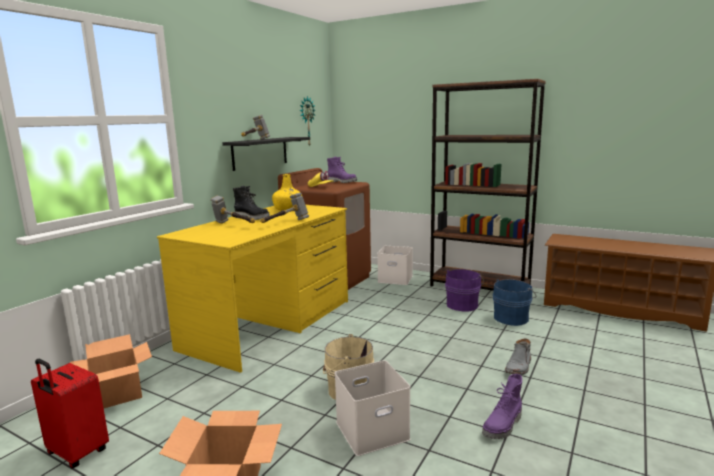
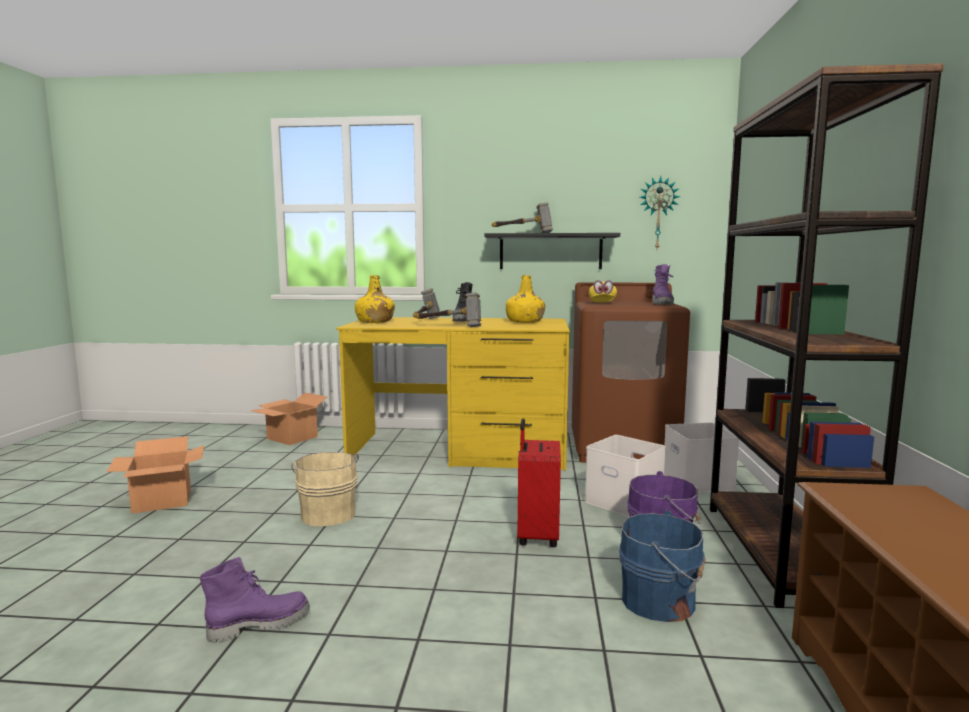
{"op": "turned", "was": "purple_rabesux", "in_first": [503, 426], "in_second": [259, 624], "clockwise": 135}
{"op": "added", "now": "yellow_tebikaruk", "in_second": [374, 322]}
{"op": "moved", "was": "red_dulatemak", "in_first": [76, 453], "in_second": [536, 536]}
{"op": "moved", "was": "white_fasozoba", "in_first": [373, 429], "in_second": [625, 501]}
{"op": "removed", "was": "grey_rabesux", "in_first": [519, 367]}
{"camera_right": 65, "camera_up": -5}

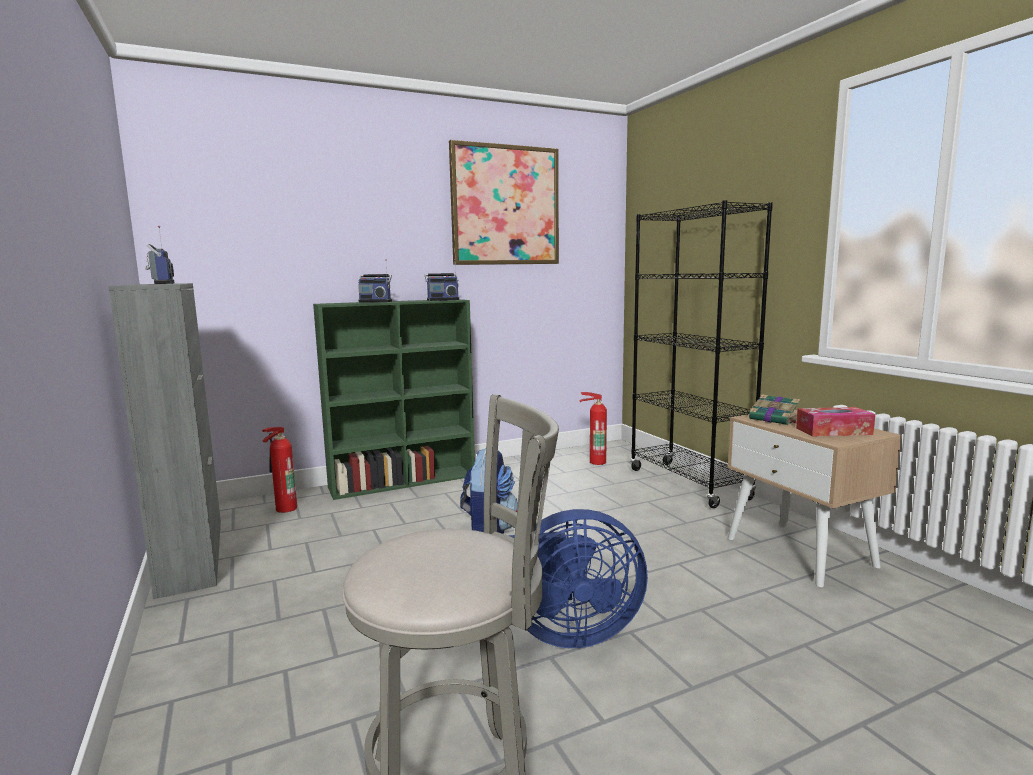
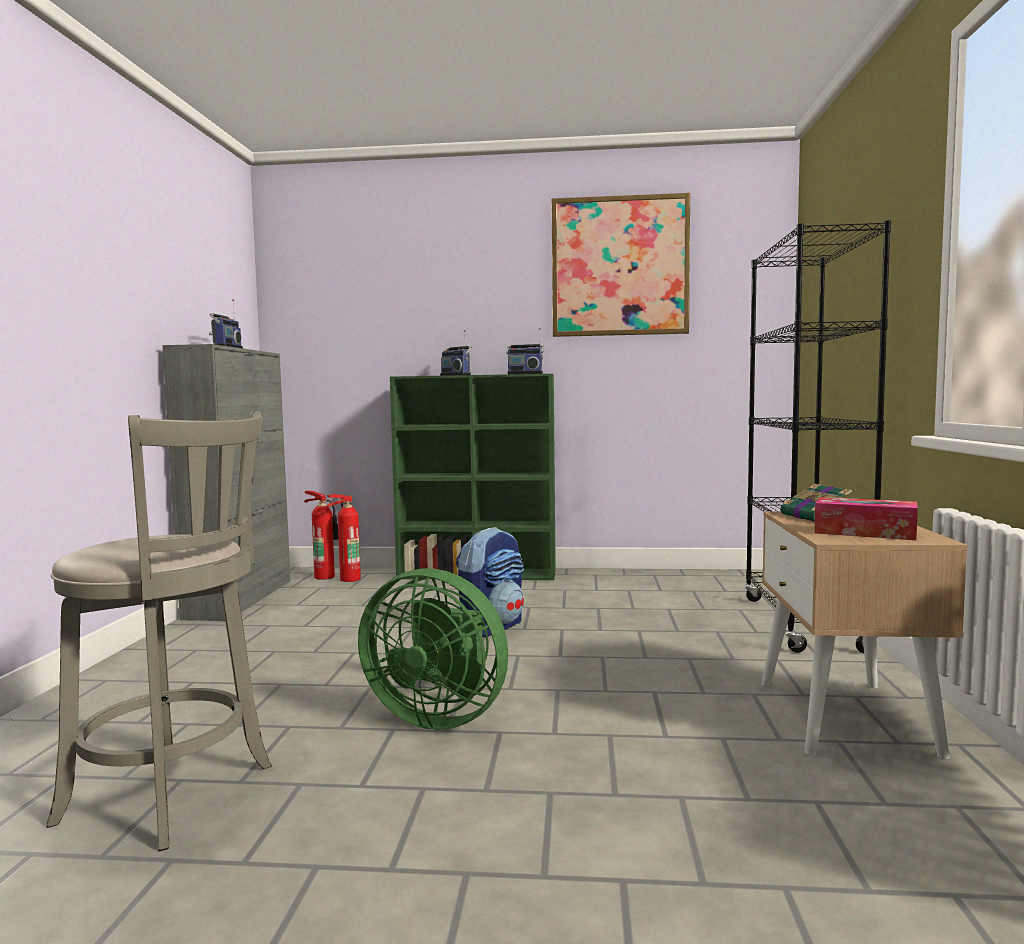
{"op": "moved", "was": "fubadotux", "in_first": [596, 461], "in_second": [324, 576]}
{"op": "recoloured", "was": "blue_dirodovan", "now": "green_dirodovan", "in_first": [567, 632], "in_second": [438, 716]}
{"camera_right": 30, "camera_up": -5}

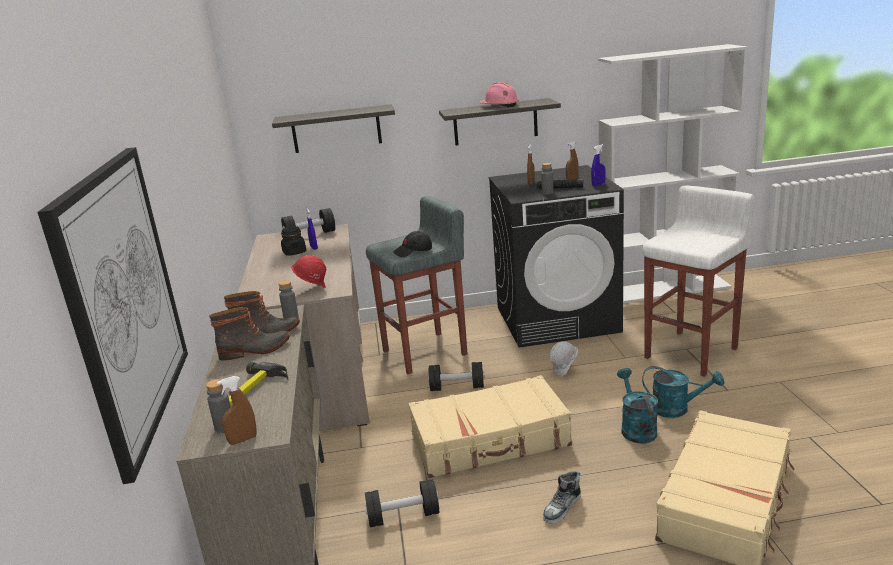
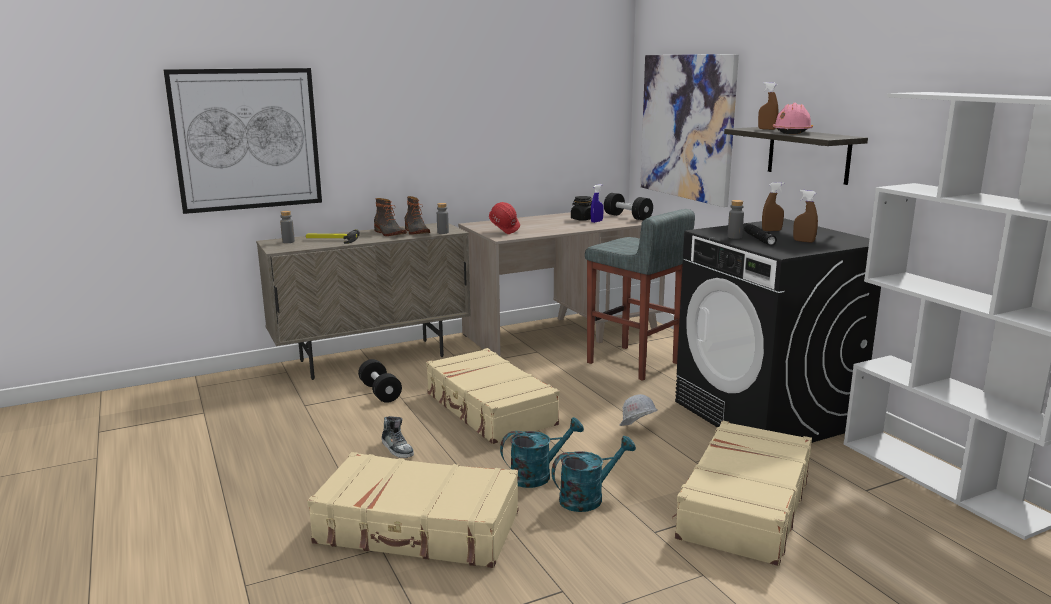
{"op": "turned", "was": "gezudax", "in_first": [562, 508], "in_second": [397, 448], "clockwise": -150}
{"op": "turned", "was": "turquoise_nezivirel", "in_first": [677, 409], "in_second": [588, 498], "clockwise": -120}
{"op": "replaced", "was": "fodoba", "now": "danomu", "in_first": [336, 129], "in_second": [687, 127]}
{"op": "replaced", "was": "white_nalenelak", "now": "beige_dulatemak", "in_first": [692, 352], "in_second": [743, 506]}
{"op": "moved", "was": "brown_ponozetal", "in_first": [243, 440], "in_second": [767, 129]}
{"op": "removed", "was": "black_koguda", "in_first": [413, 251]}
{"op": "removed", "was": "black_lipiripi", "in_first": [457, 387]}
{"op": "removed", "was": "blue_ponozetal", "in_first": [598, 185]}
{"camera_right": 70, "camera_up": -5}

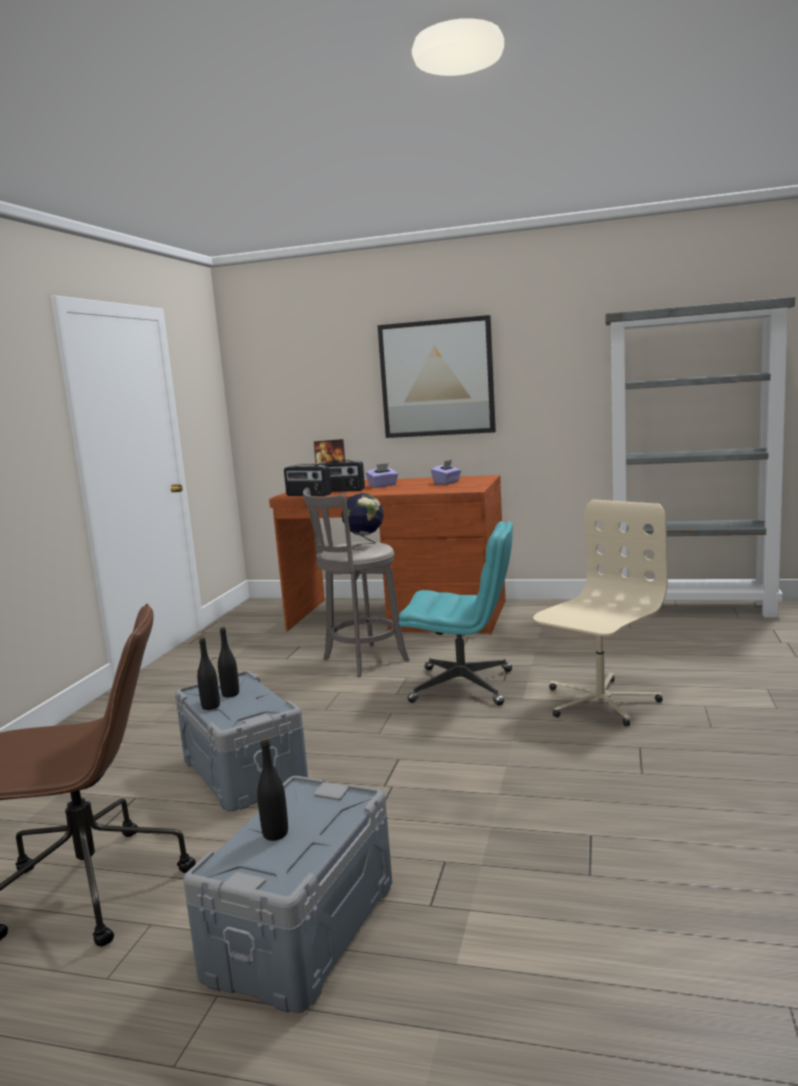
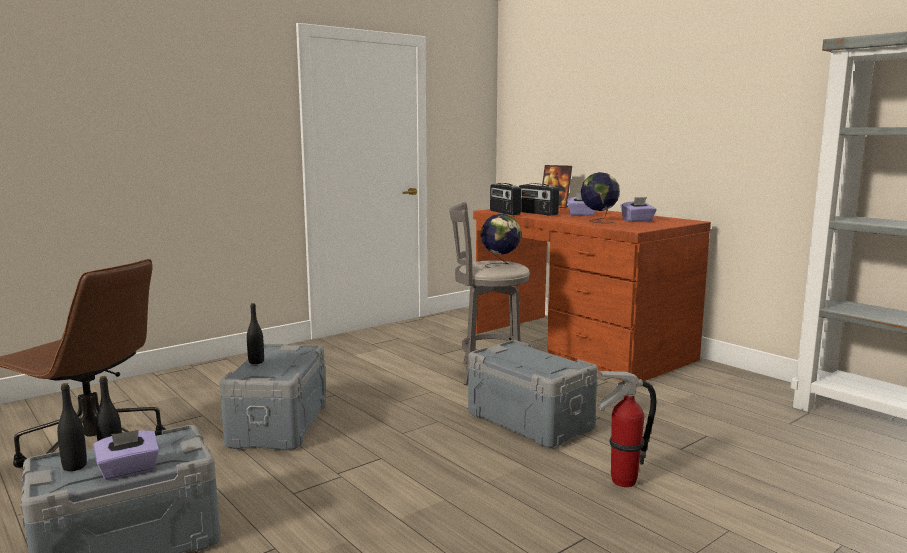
{"op": "moved", "was": "black_tebikaruk", "in_first": [230, 694], "in_second": [74, 466]}
{"op": "added", "now": "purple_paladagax", "in_second": [129, 470]}
{"op": "replaced", "was": "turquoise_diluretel", "now": "grey_fasozoba", "in_first": [464, 686], "in_second": [528, 421]}
{"op": "added", "now": "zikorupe", "in_second": [598, 221]}
{"op": "replaced", "was": "beige_diluretel", "now": "fubadotux", "in_first": [599, 702], "in_second": [622, 481]}
{"op": "removed", "was": "danomu", "in_first": [437, 378]}
{"camera_right": 35, "camera_up": 0}

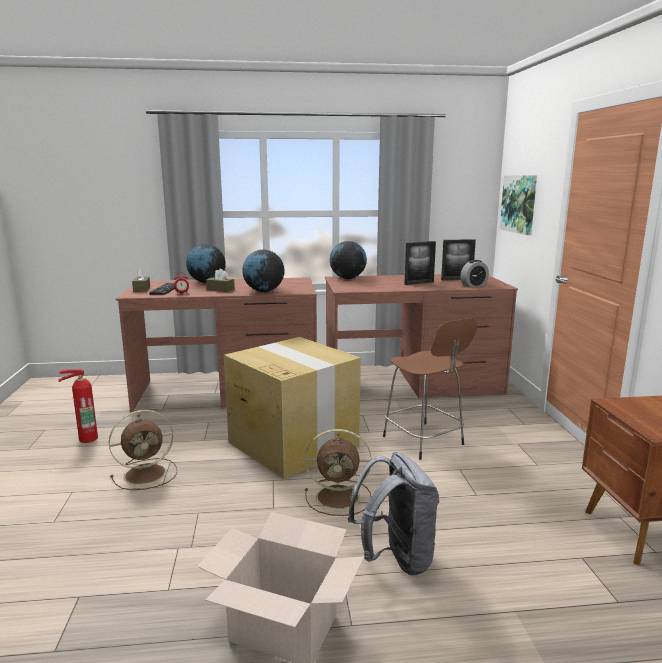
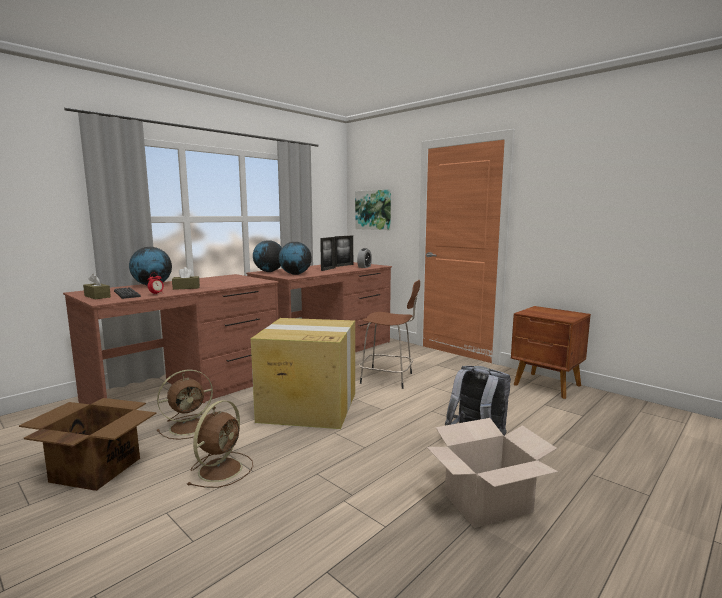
{"op": "replaced", "was": "fubadotux", "now": "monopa", "in_first": [86, 438], "in_second": [95, 469]}
{"op": "moved", "was": "brown_dirodovan", "in_first": [340, 497], "in_second": [190, 426]}
{"op": "moved", "was": "zikorupe", "in_first": [263, 291], "in_second": [295, 274]}
{"camera_right": -40, "camera_up": -5}

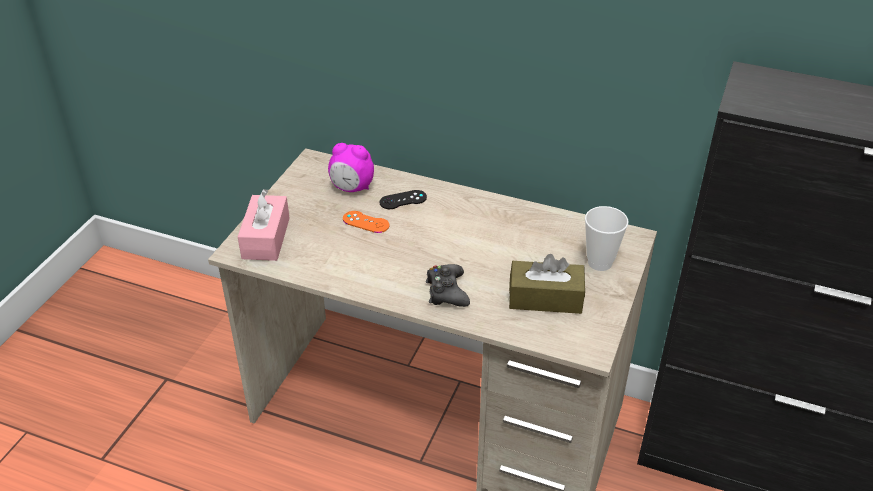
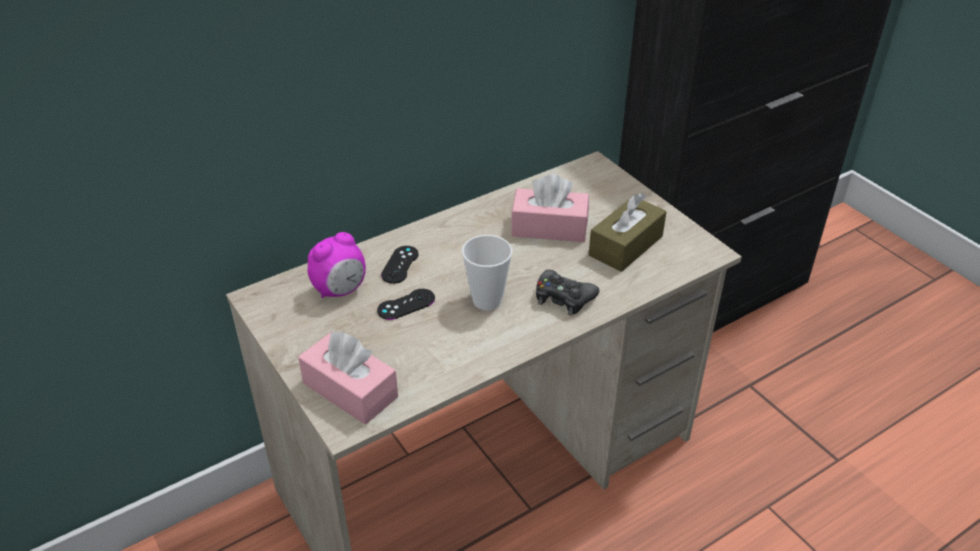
{"op": "recoloured", "was": "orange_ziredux", "now": "black_ziredux", "in_first": [366, 222], "in_second": [406, 304]}
{"op": "moved", "was": "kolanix", "in_first": [600, 262], "in_second": [487, 300]}
{"op": "added", "now": "pink_paladagax", "in_second": [549, 227]}
{"camera_right": -55, "camera_up": 0}

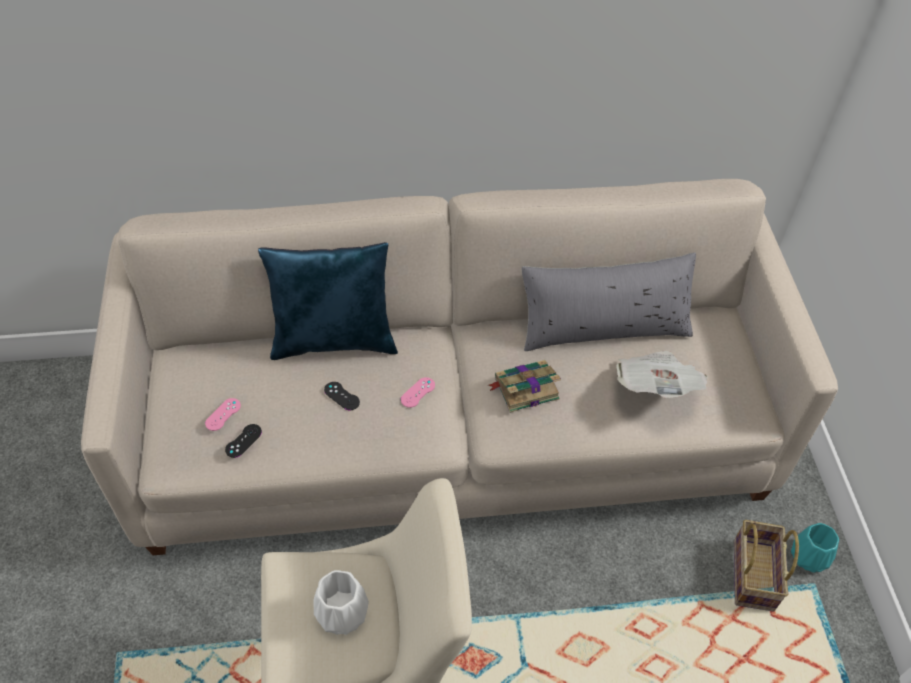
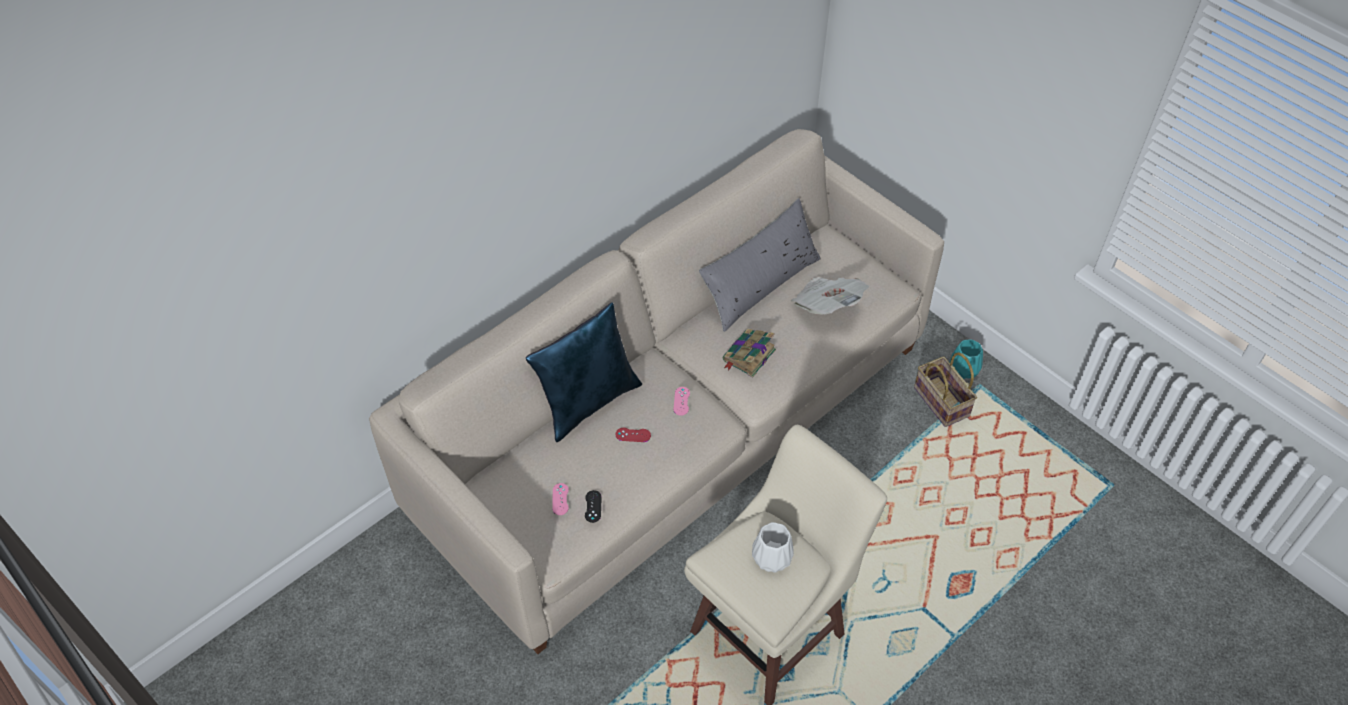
{"op": "recoloured", "was": "black_ziredux", "now": "red_ziredux", "in_first": [342, 396], "in_second": [633, 435]}
{"camera_right": -35, "camera_up": 0}

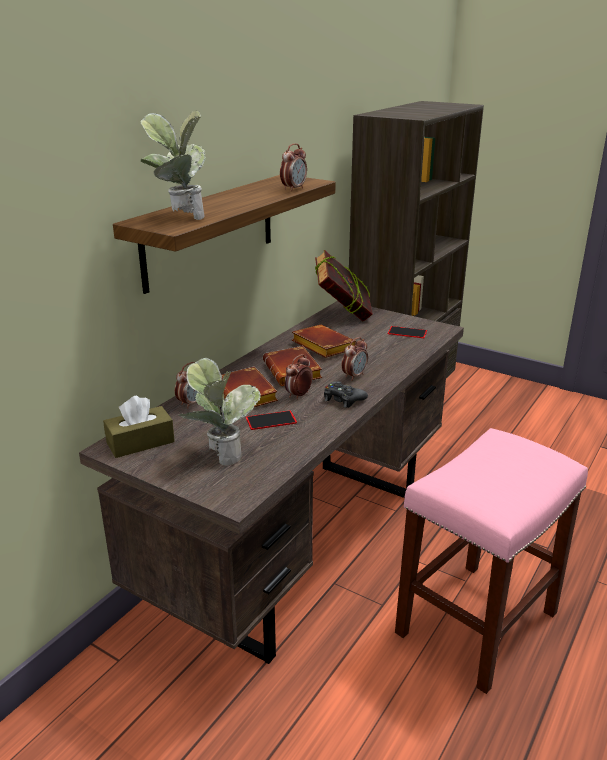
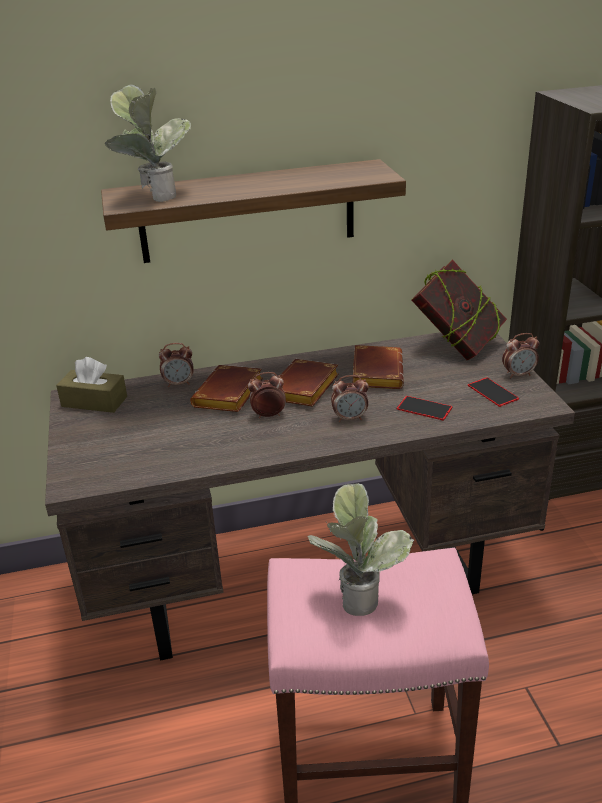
{"op": "moved", "was": "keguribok", "in_first": [220, 454], "in_second": [358, 594]}
{"op": "moved", "was": "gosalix", "in_first": [271, 420], "in_second": [424, 408]}
{"op": "moved", "was": "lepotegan", "in_first": [293, 189], "in_second": [518, 374]}
{"op": "removed", "was": "black_ziredux", "in_first": [343, 399]}
{"camera_right": 45, "camera_up": 5}

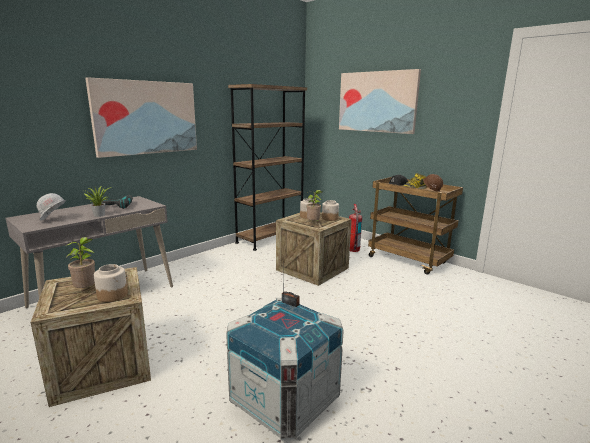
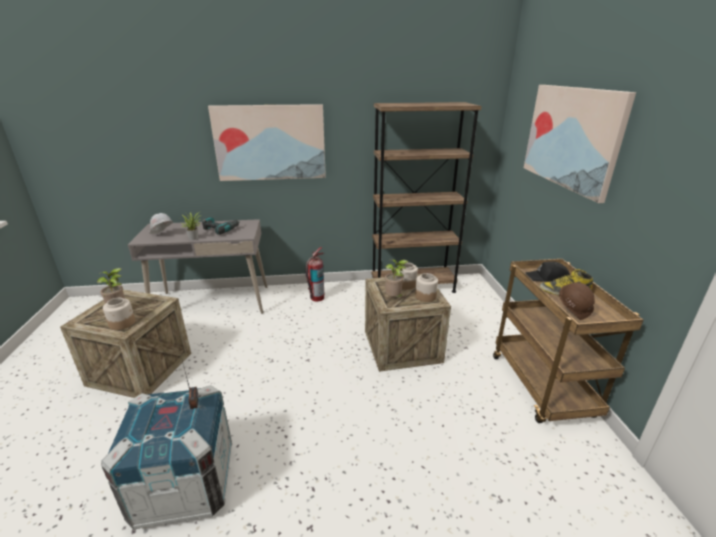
{"op": "moved", "was": "fubadotux", "in_first": [353, 249], "in_second": [316, 298]}
{"camera_right": 40, "camera_up": 10}

